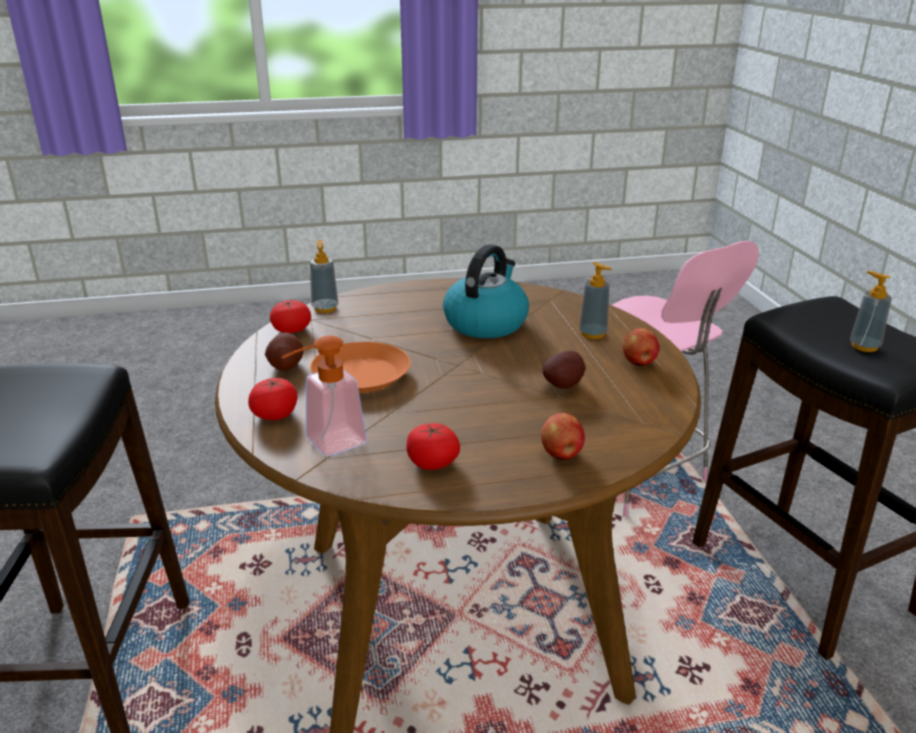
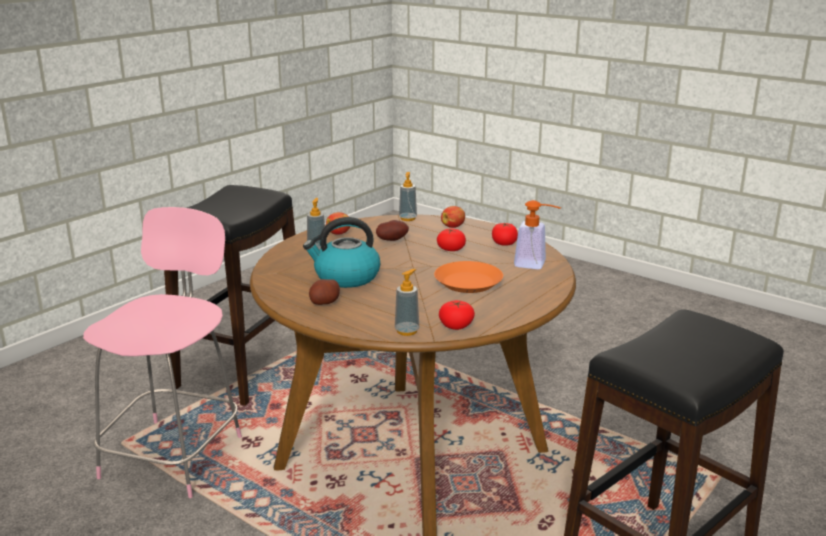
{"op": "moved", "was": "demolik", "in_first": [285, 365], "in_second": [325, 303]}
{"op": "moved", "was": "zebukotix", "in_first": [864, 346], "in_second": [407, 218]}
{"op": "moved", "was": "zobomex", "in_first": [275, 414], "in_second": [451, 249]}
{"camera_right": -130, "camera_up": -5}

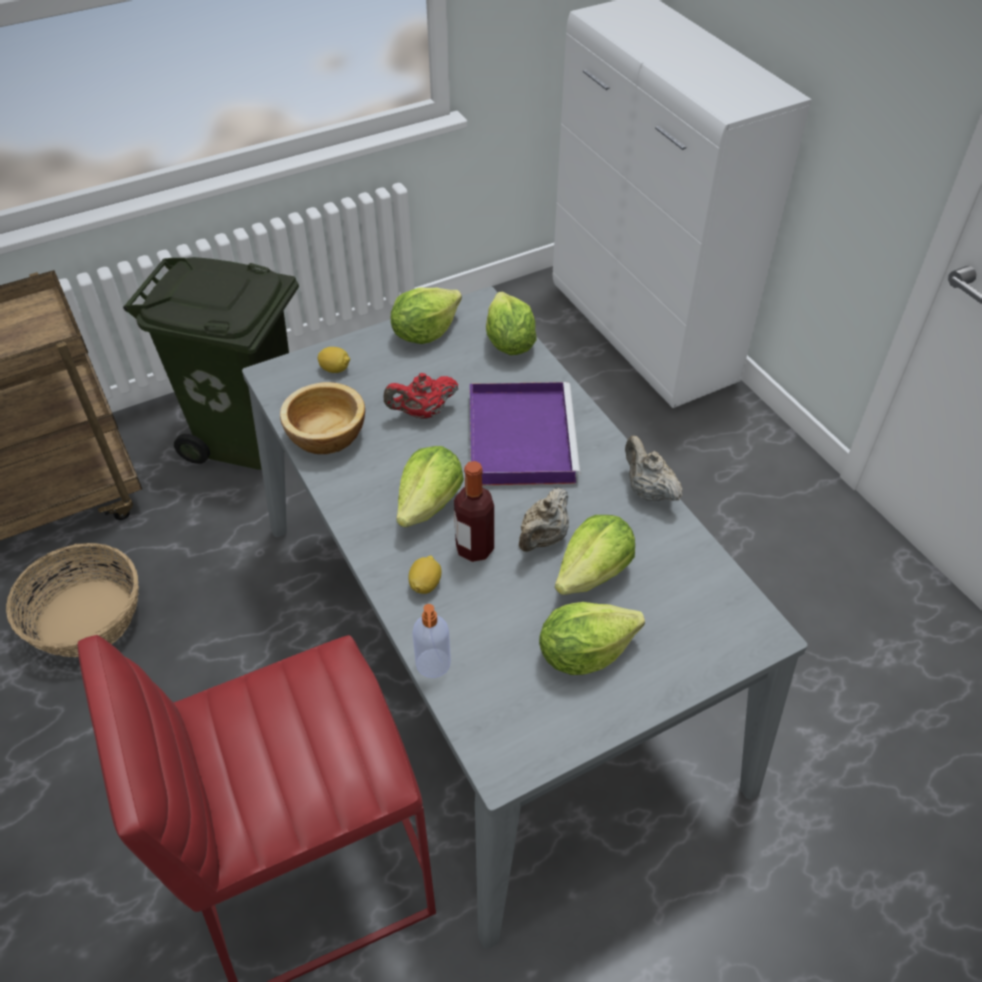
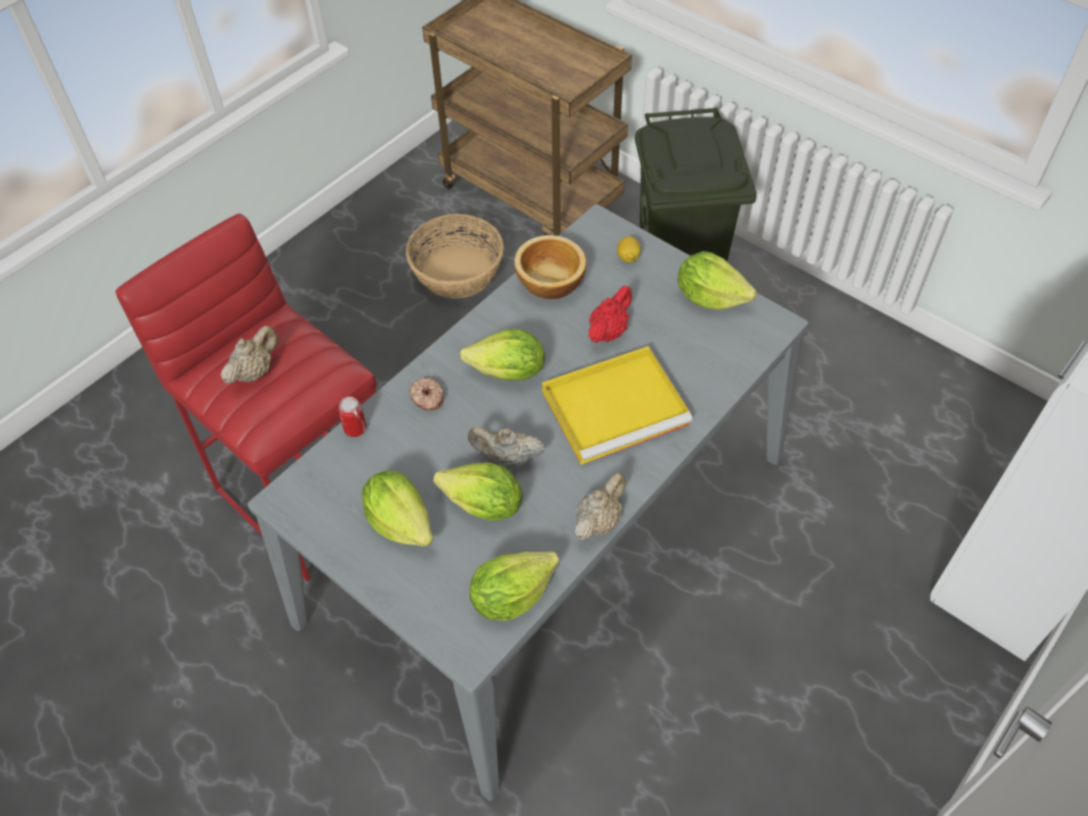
{"op": "added", "now": "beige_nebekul", "in_second": [255, 372]}
{"op": "replaced", "was": "zebukotix", "now": "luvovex", "in_first": [433, 664], "in_second": [355, 429]}
{"op": "replaced", "was": "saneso", "now": "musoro", "in_first": [425, 584], "in_second": [427, 398]}
{"op": "moved", "was": "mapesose", "in_first": [508, 343], "in_second": [511, 596]}
{"op": "recoloured", "was": "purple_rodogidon", "now": "yellow_rodogidon", "in_first": [519, 436], "in_second": [617, 406]}
{"op": "turned", "was": "red_nebekul", "in_first": [422, 413], "in_second": [608, 332], "clockwise": 75}
{"op": "removed", "was": "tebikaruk", "in_first": [474, 548]}
{"camera_right": 70, "camera_up": 5}

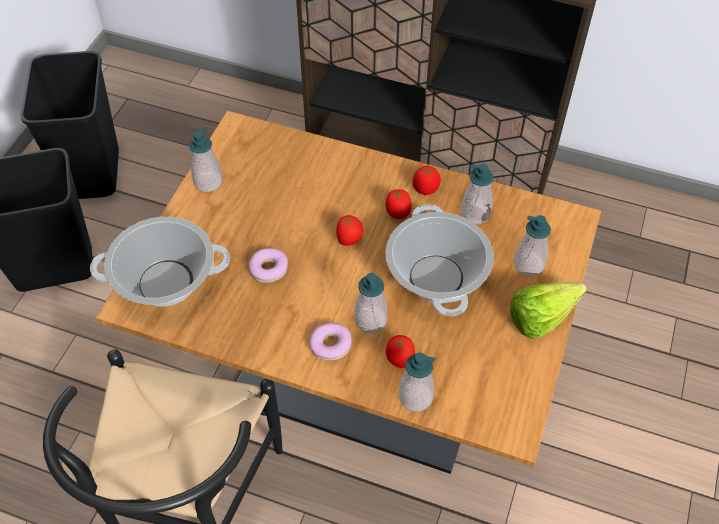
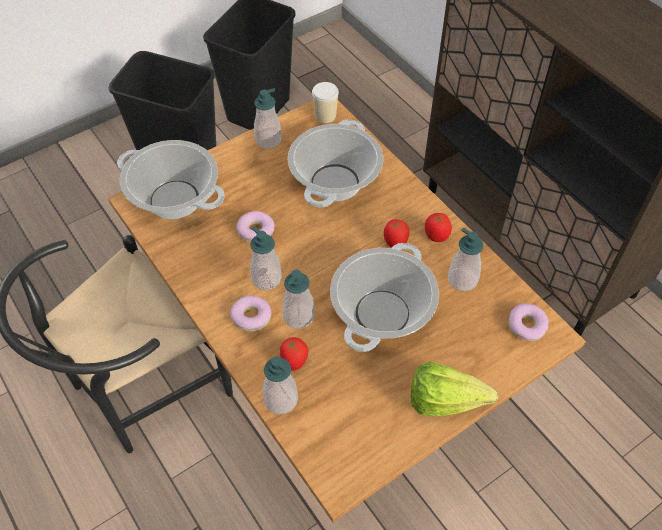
{"op": "moved", "was": "zebukotix", "in_first": [528, 264], "in_second": [266, 278]}
{"op": "added", "now": "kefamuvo", "in_second": [334, 182]}
{"op": "added", "now": "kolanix", "in_second": [325, 115]}
{"op": "added", "now": "musoro", "in_second": [526, 326]}
{"op": "removed", "was": "zobomex", "in_first": [349, 240]}
{"camera_right": 35, "camera_up": 0}

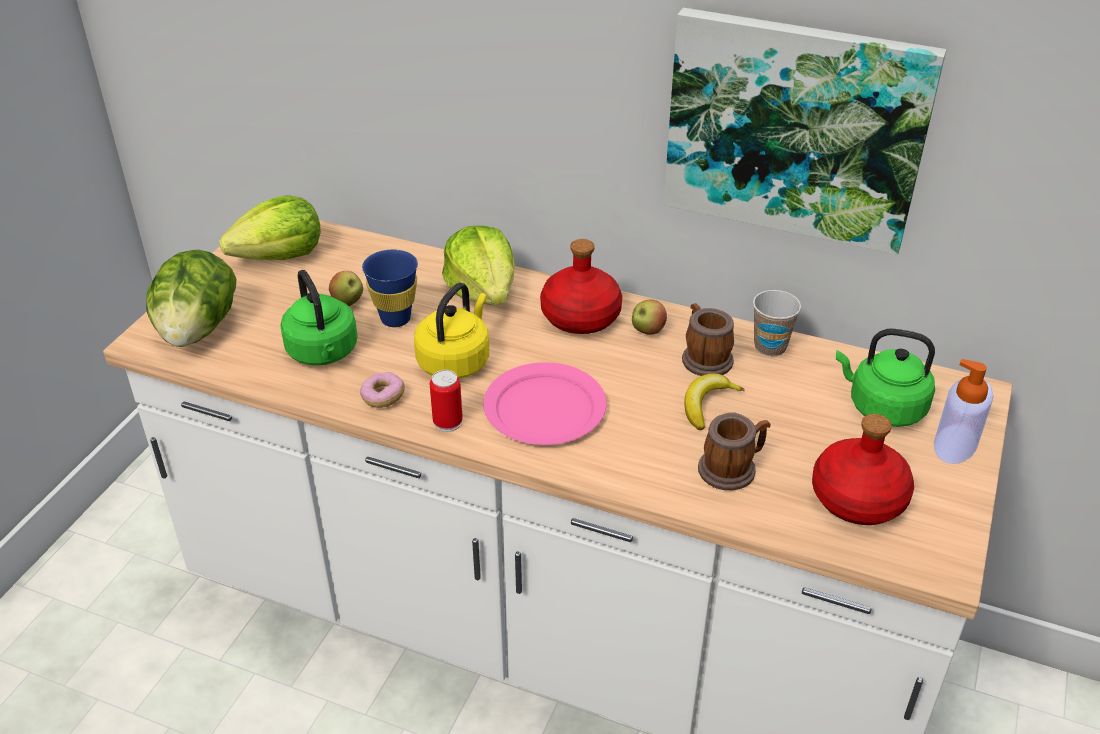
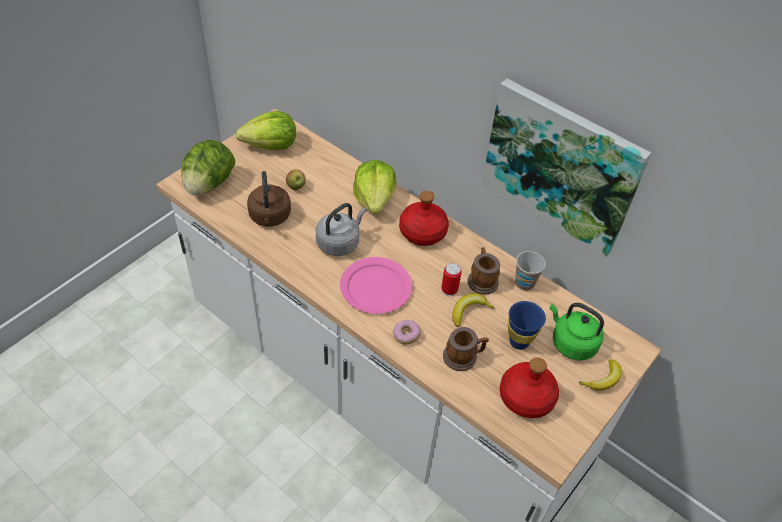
{"op": "recoloured", "was": "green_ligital", "now": "brown_ligital", "in_first": [323, 353], "in_second": [270, 217]}
{"op": "recoloured", "was": "yellow_ligital", "now": "grey_ligital", "in_first": [456, 361], "in_second": [339, 242]}
{"op": "moved", "was": "musoro", "in_first": [383, 397], "in_second": [406, 335]}
{"op": "moved", "was": "luvovex", "in_first": [447, 422], "in_second": [449, 290]}
{"op": "moved", "was": "blue_kolanix", "in_first": [395, 319], "in_second": [519, 341]}
{"op": "replaced", "was": "zebukotix", "now": "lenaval", "in_first": [955, 444], "in_second": [603, 379]}
{"op": "removed", "was": "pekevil", "in_first": [647, 331]}
{"camera_right": 15, "camera_up": 10}

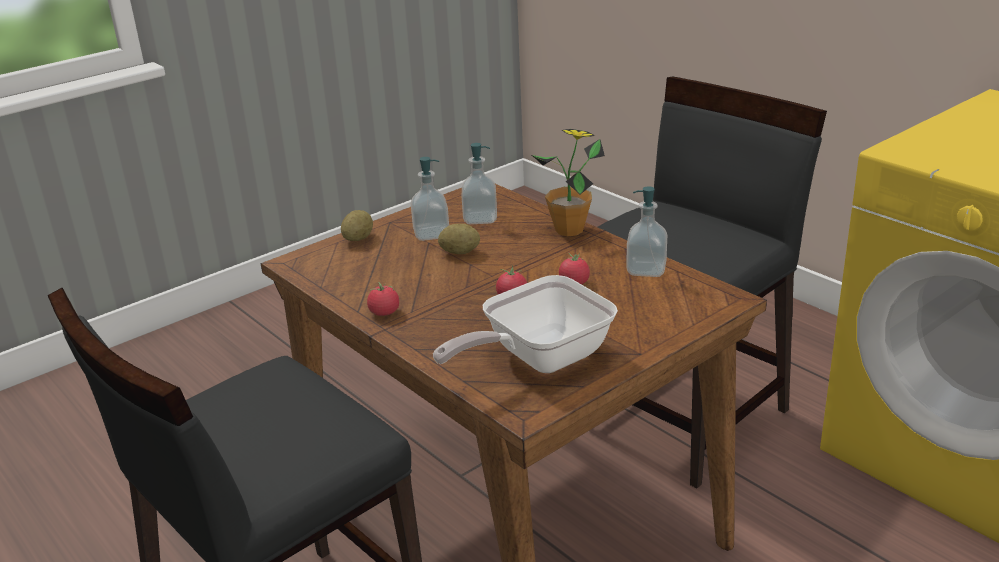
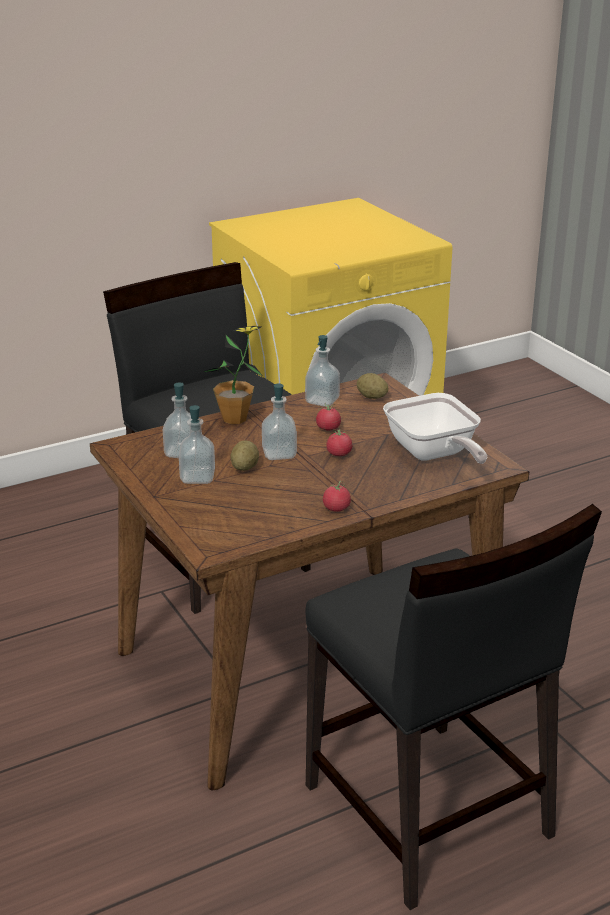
{"op": "added", "now": "zebukotix", "in_second": [279, 454]}
{"op": "moved", "was": "demolik", "in_first": [358, 239], "in_second": [372, 397]}
{"camera_right": -80, "camera_up": 0}

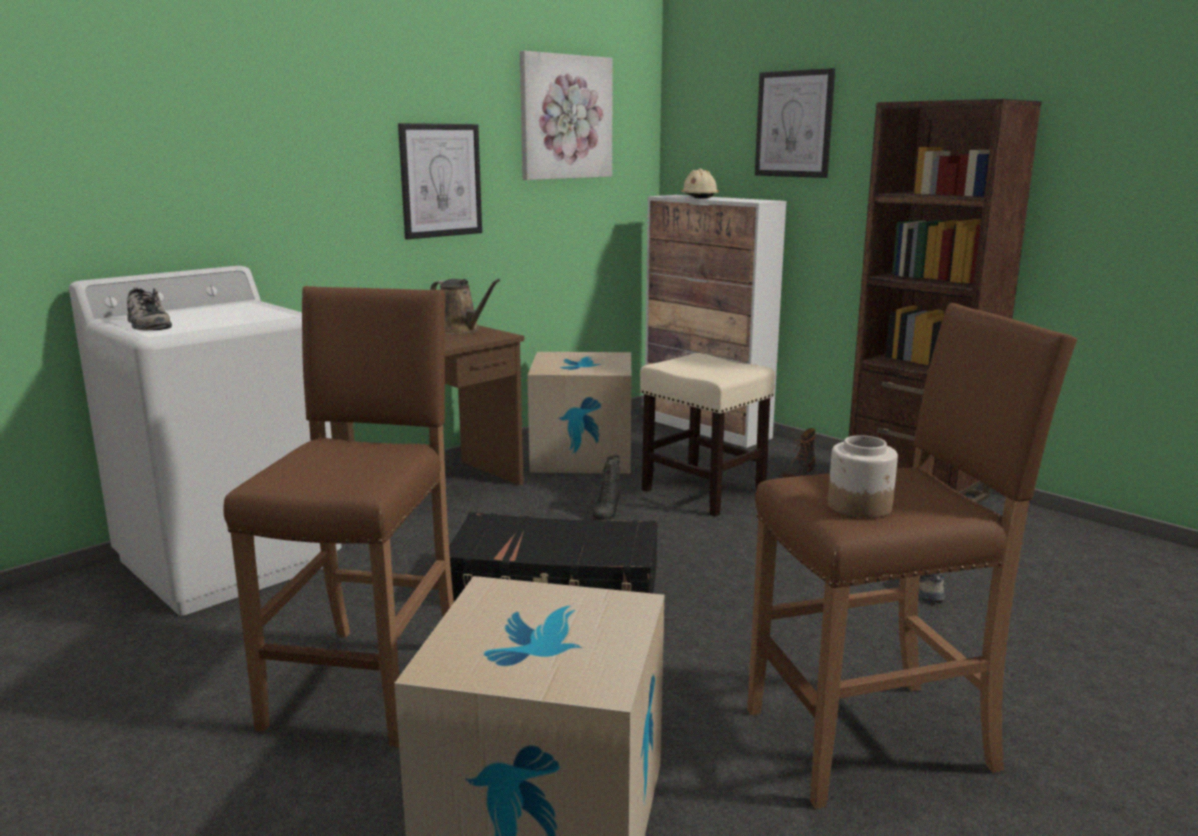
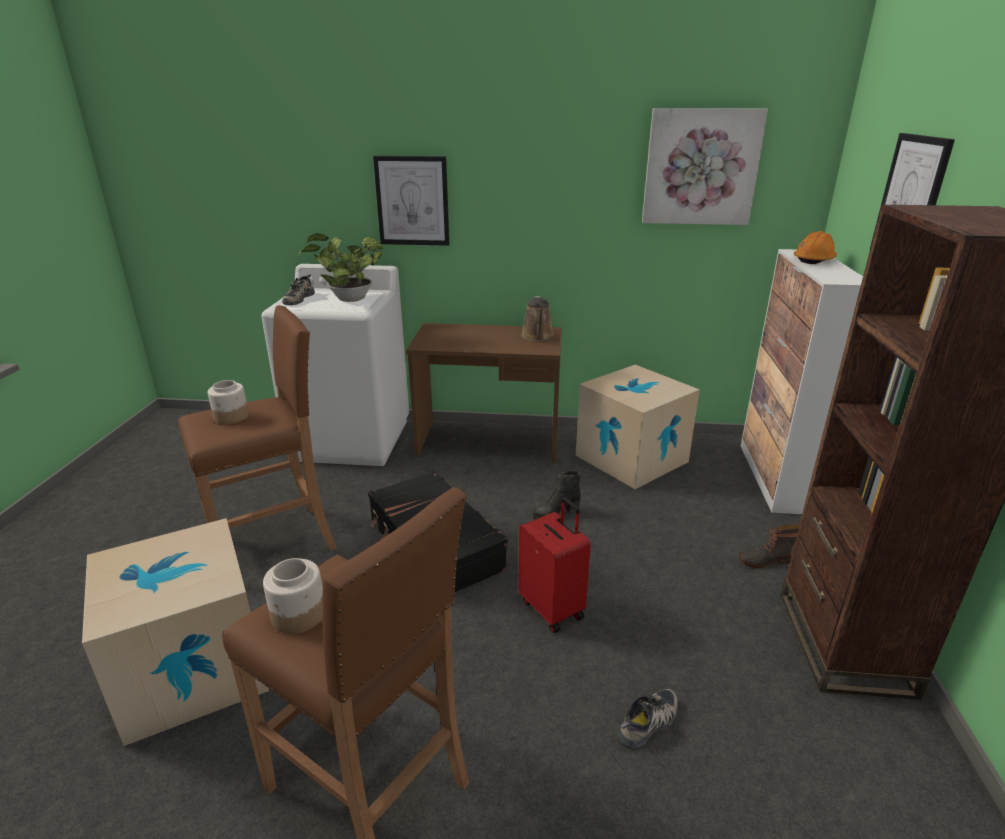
{"op": "added", "now": "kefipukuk", "in_second": [231, 417]}
{"op": "added", "now": "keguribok", "in_second": [348, 300]}
{"op": "moved", "was": "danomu", "in_first": [440, 180], "in_second": [412, 201]}
{"op": "added", "now": "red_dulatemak", "in_second": [553, 608]}
{"op": "recoloured", "was": "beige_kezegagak", "now": "orange_kezegagak", "in_first": [699, 197], "in_second": [814, 260]}
{"op": "removed", "was": "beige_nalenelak", "in_first": [701, 492]}
{"camera_right": 50, "camera_up": 10}

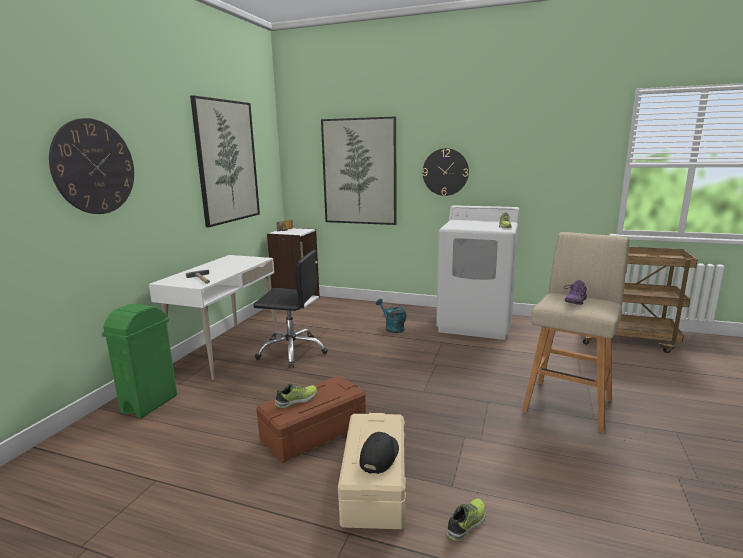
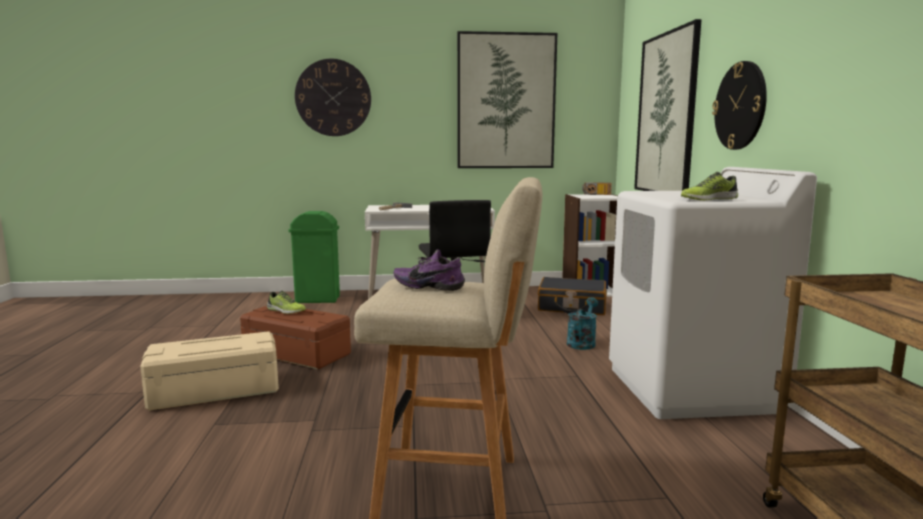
{"op": "added", "now": "black_dulatemak", "in_second": [572, 307]}
{"op": "removed", "was": "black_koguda", "in_first": [379, 456]}
{"op": "removed", "was": "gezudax", "in_first": [467, 524]}
{"camera_right": 65, "camera_up": -5}

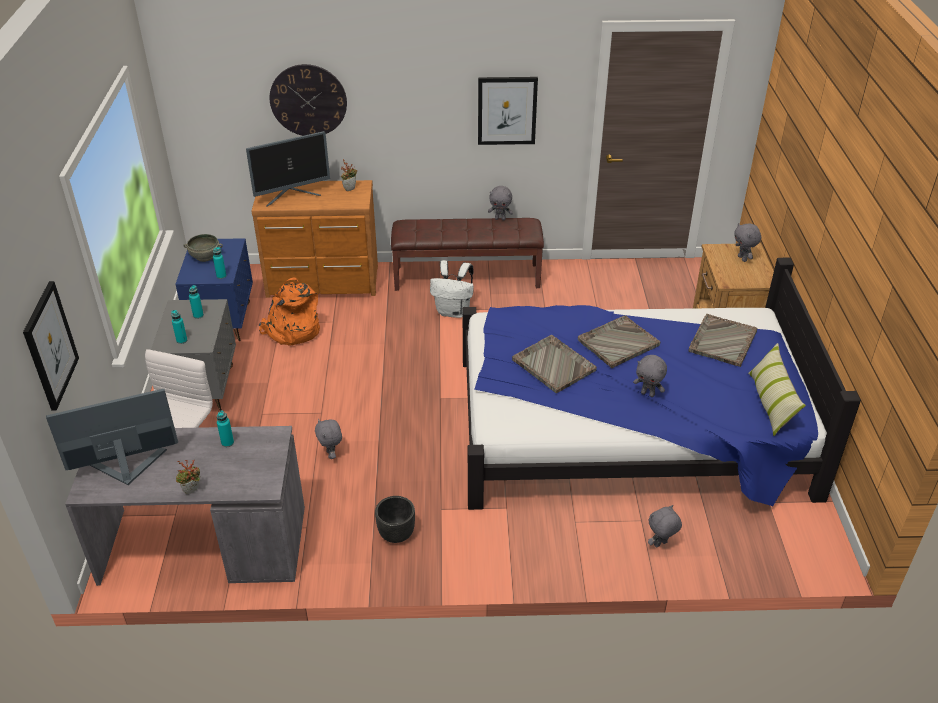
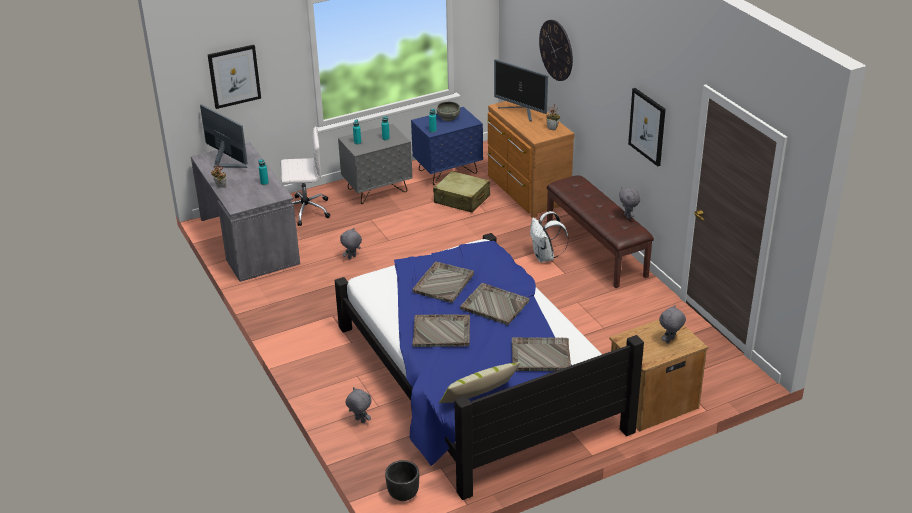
{"op": "moved", "was": "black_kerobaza", "in_first": [396, 534], "in_second": [403, 494]}
{"op": "replaced", "was": "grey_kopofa", "now": "grey_rodogidon", "in_first": [648, 394], "in_second": [442, 332]}
{"op": "replaced", "was": "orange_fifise", "now": "beige_dulatemak", "in_first": [292, 330], "in_second": [462, 199]}
{"camera_right": 65, "camera_up": -5}

